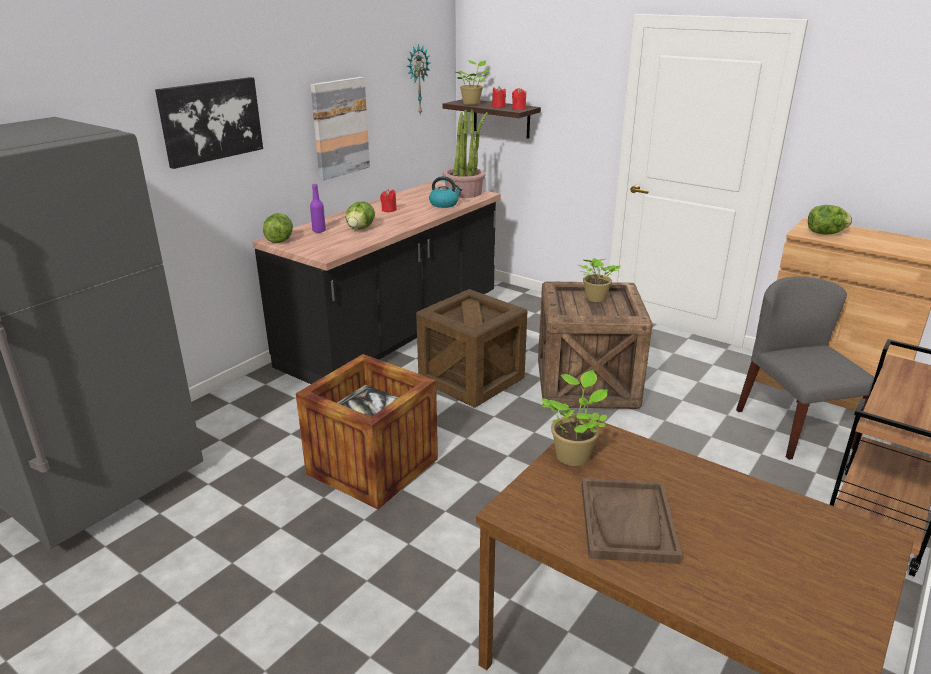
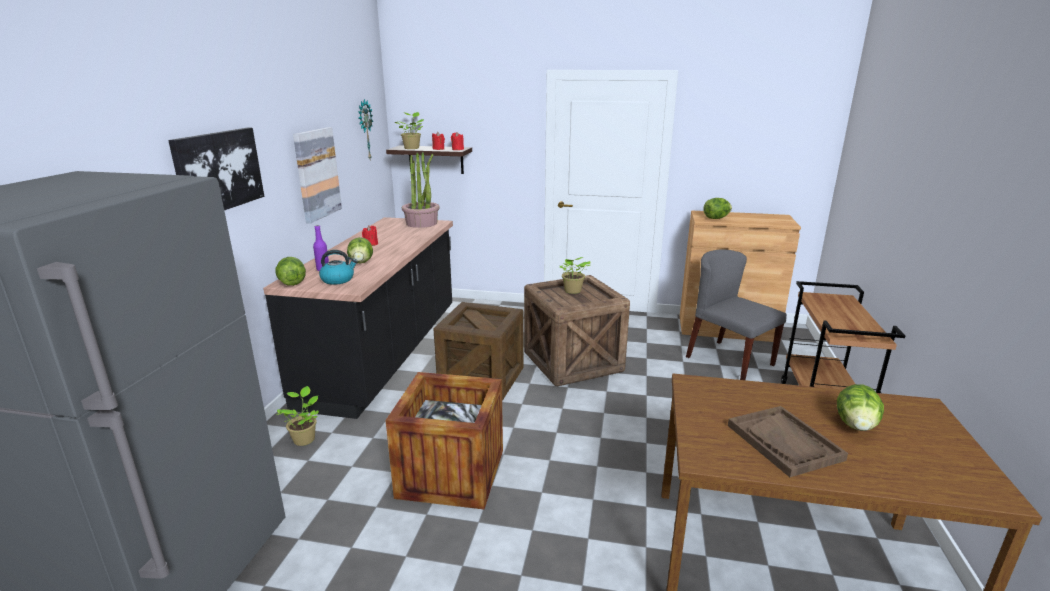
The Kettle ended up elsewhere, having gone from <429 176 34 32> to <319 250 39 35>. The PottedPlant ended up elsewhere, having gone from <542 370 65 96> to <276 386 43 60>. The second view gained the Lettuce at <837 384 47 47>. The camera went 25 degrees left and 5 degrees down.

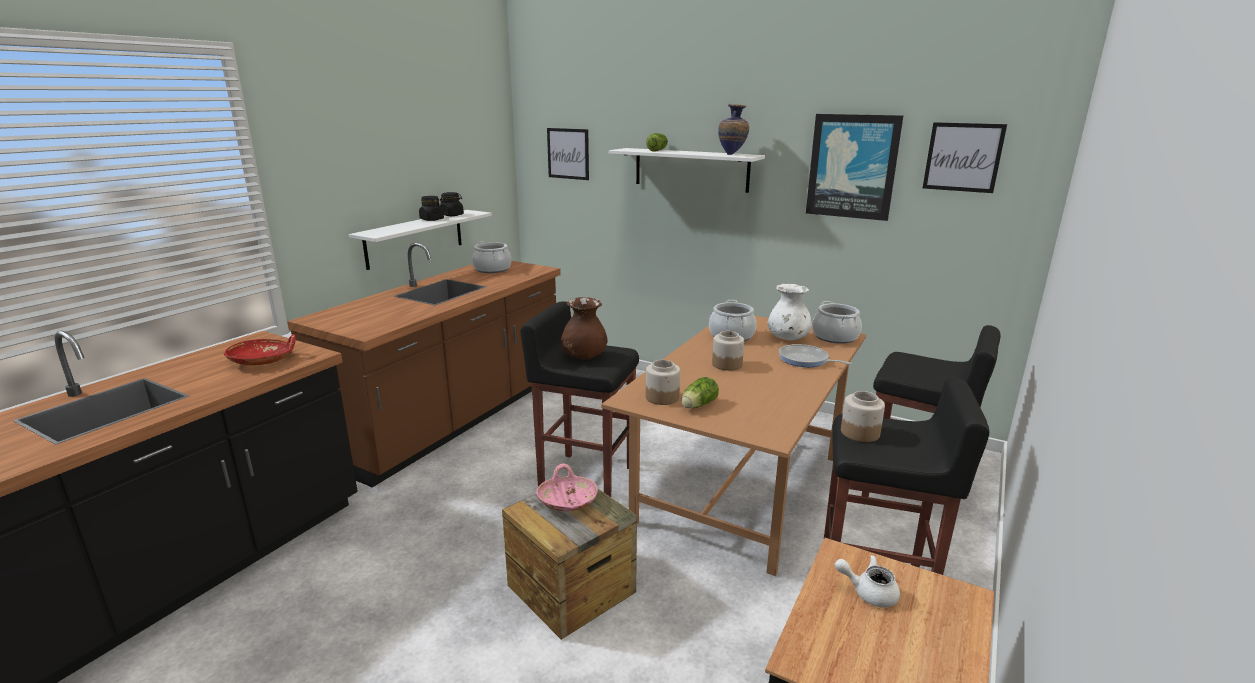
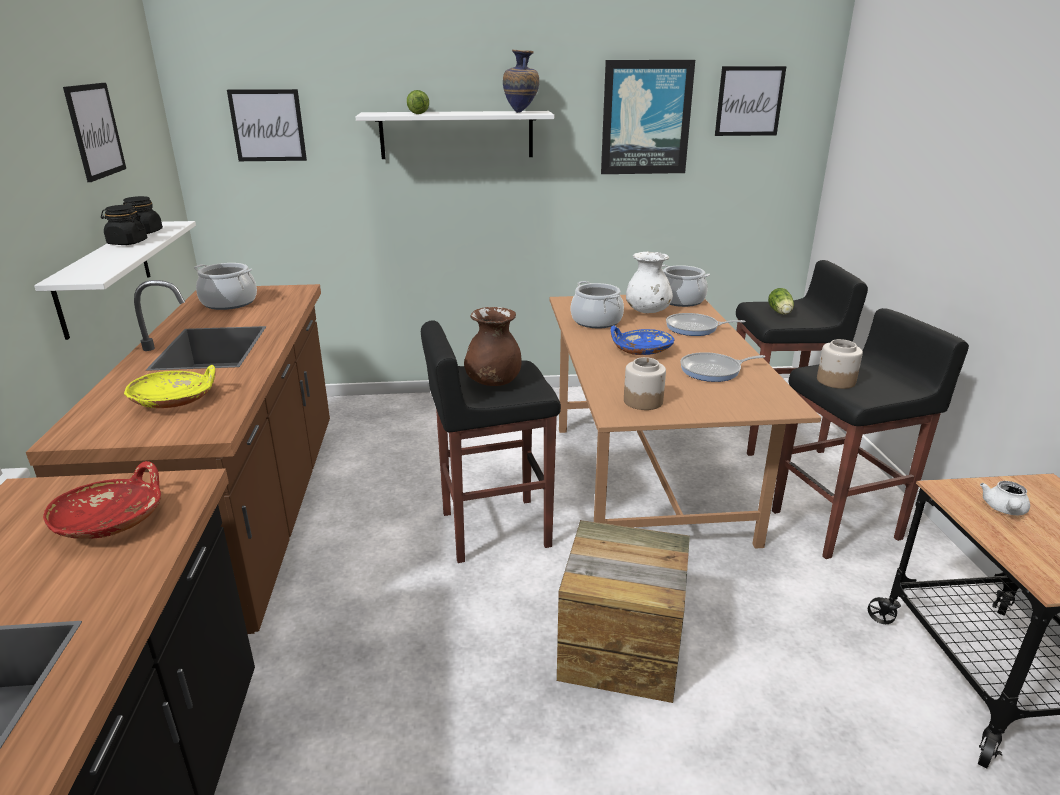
Where the Jar stood at <712 331 32 40>, the BlueBowl came to stand at <611 325 64 30>. The Lettuce ended up elsewhere, having gone from <681 377 38 31> to <768 288 26 26>. The second view lost the PinkBowl at <536 464 62 47>. The WhiteTeapot at <835 555 65 52> ended up facing another way, 45 degrees counterclockwise from before. The second view gained the Picture at <63 83 63 99>. The second view gained the FryingPan at <680 352 85 30>. The second view gained the YellowBowl at <124 365 91 43>. The camera went 35 degrees left and 5 degrees up.

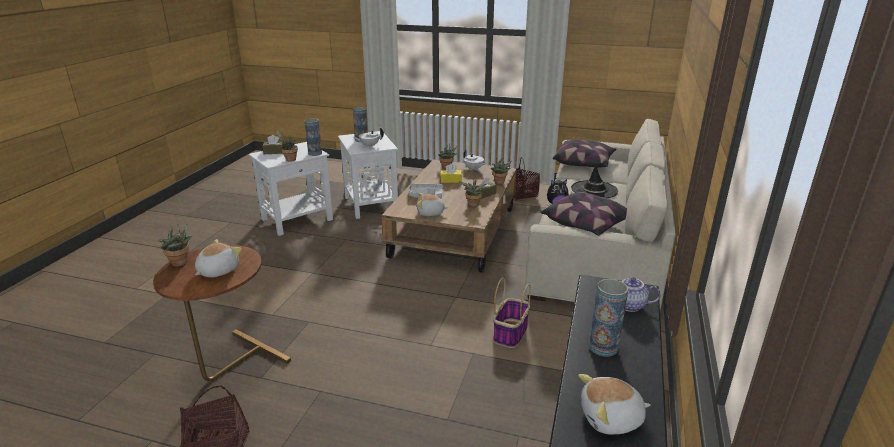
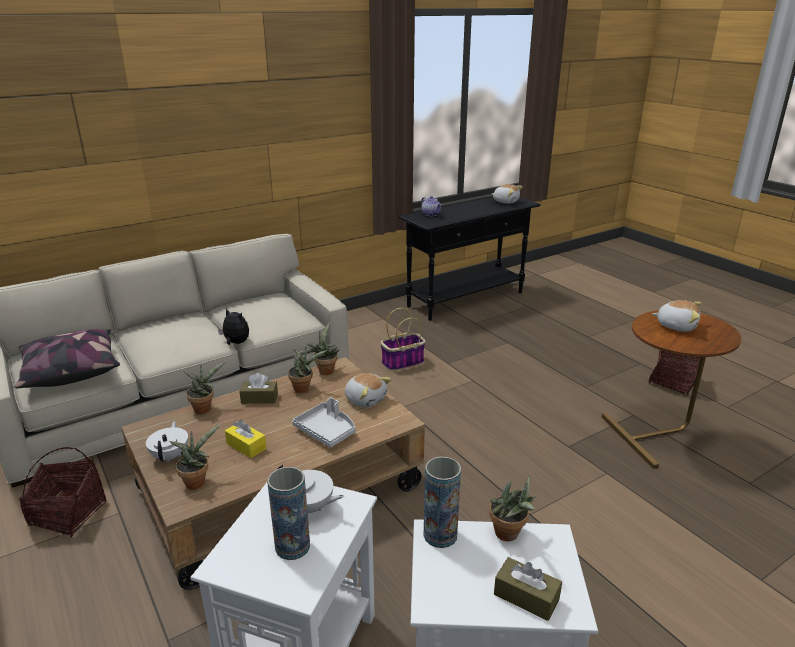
The second view lost the BlackHat at <571 164 47 34>. The second view lost the Pillow at <541 192 86 44>. The PottedPlant ended up elsewhere, having gone from <159 224 34 43> to <307 322 33 53>. The PlushToy at <195 239 47 38> ended up facing another way, 135 degrees counterclockwise from before. The second view lost the Vase at <589 279 39 78>. The camera went 140 degrees left and 0 degrees up.

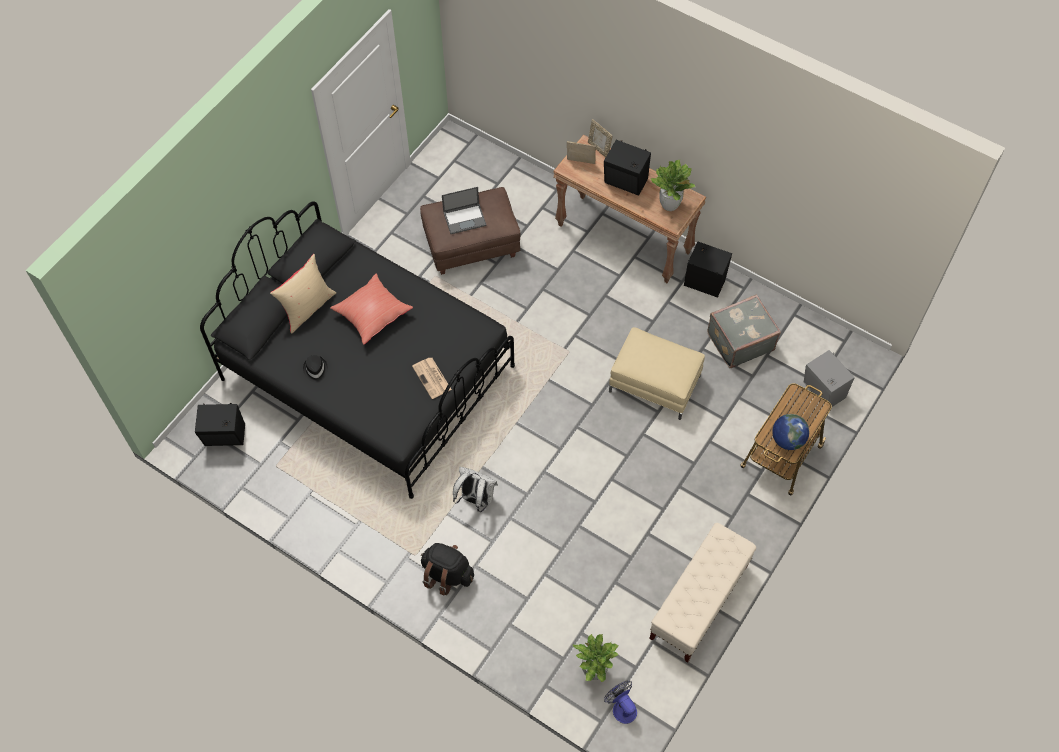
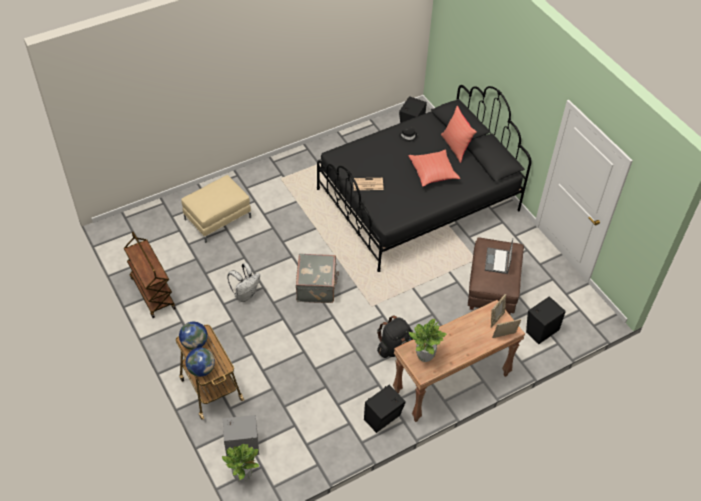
The BlackSpeaker ended up elsewhere, having gone from <604 140 47 56> to <526 296 40 48>. What was the BeigePillow at <270 254 66 80> turned into the RedPillow at <441 106 36 57>. The GreySuitcase ended up elsewhere, having gone from <707 294 74 74> to <296 253 43 50>. The BeigeOttoman ended up elsewhere, having gone from <609 327 96 93> to <181 175 70 68>. The WhiteBackpack ended up elsewhere, having gone from <453 467 45 45> to <227 263 33 39>. Where the BeigeBench stood at <649 523 107 140>, the BrownCart came to stand at <124 231 52 87>. The BlackBackpack ended up elsewhere, having gone from <421 543 53 53> to <377 315 36 43>. The PottedPlant ended up elsewhere, having gone from <572 634 46 49> to <222 444 37 38>. The second view lost the Fan at <604 681 33 43>. The second view gained the Globe at <186 348 29 29>. The camera went 115 degrees right and 10 degrees down.

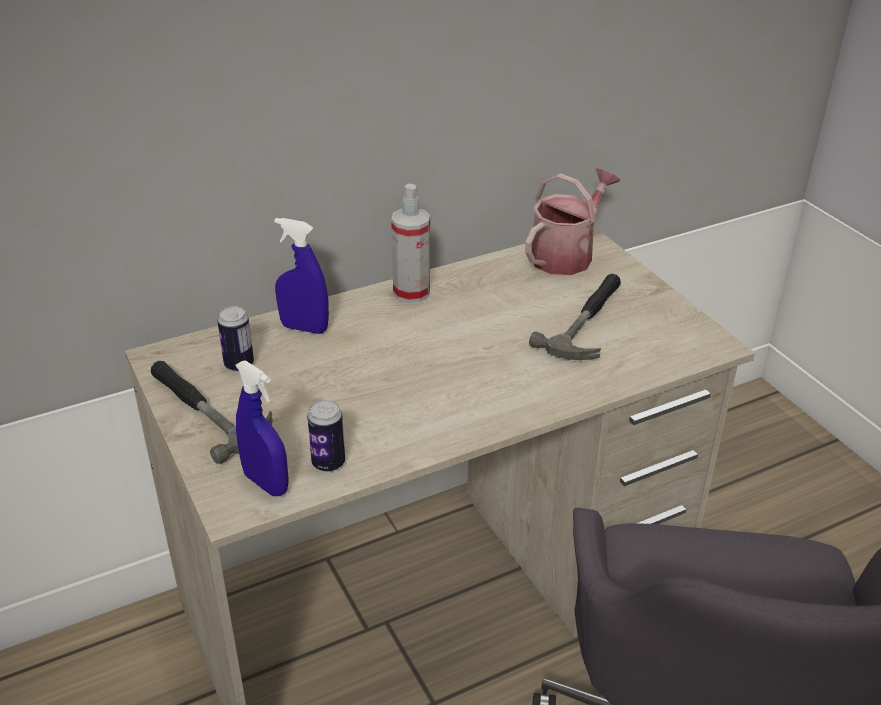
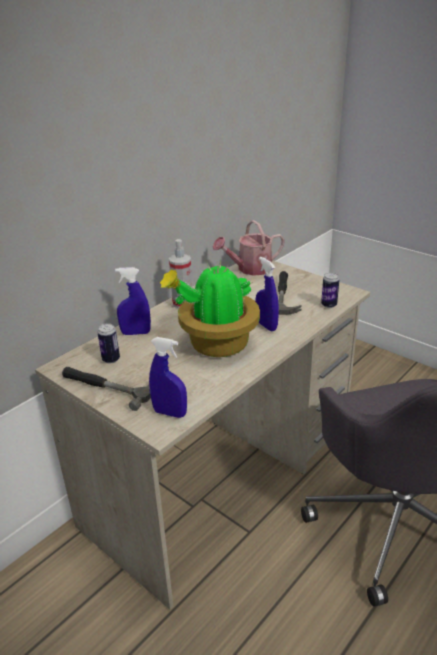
The WateringCan at <525 168 95 107> ended up facing another way, 135 degrees counterclockwise from before. The Can ended up elsewhere, having gone from <307 400 38 72> to <321 272 19 36>. The second view gained the BlueSprayBottle at <255 257 24 74>. The second view gained the PottedPlant at <160 260 100 97>. The camera went 20 degrees left and 5 degrees down.

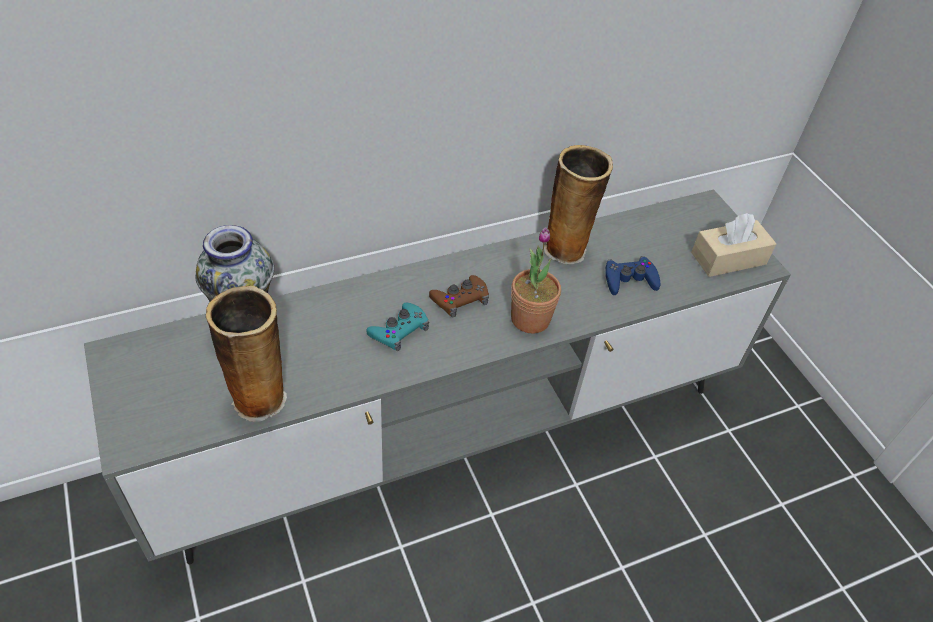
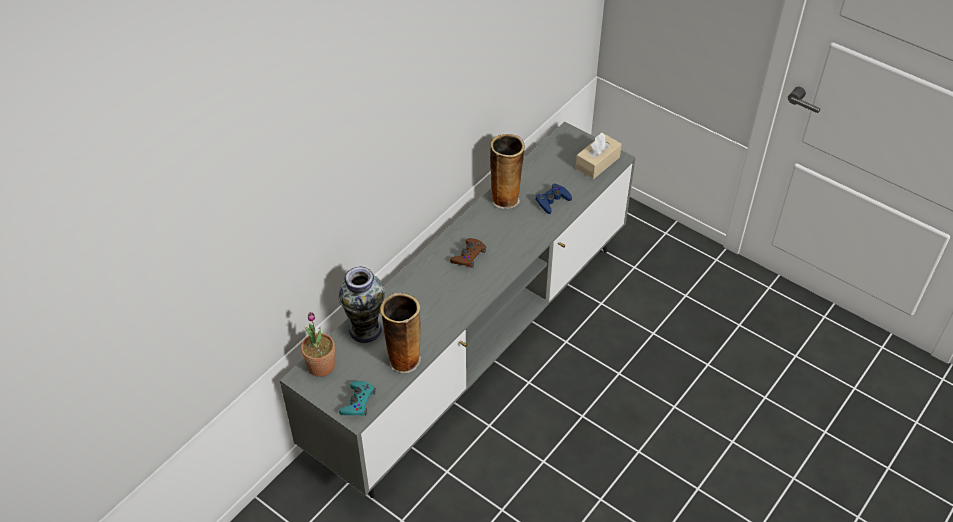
The PottedPlant ended up elsewhere, having gone from <511 227 50 106> to <301 312 34 65>. The TurquoiseGameController ended up elsewhere, having gone from <366 303 63 48> to <339 381 37 35>. The camera went 25 degrees left and 0 degrees up.

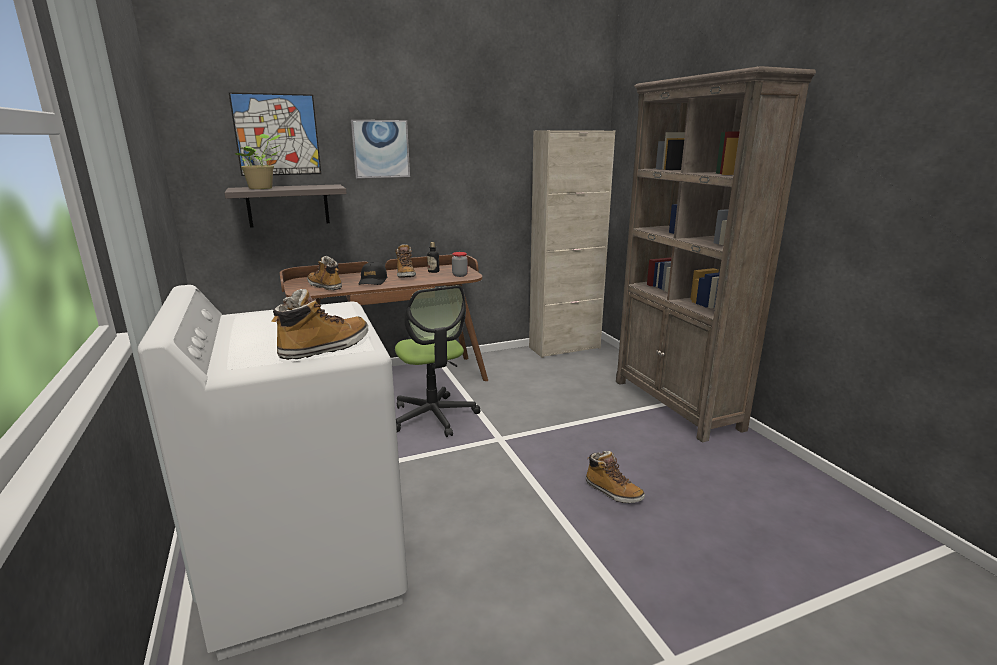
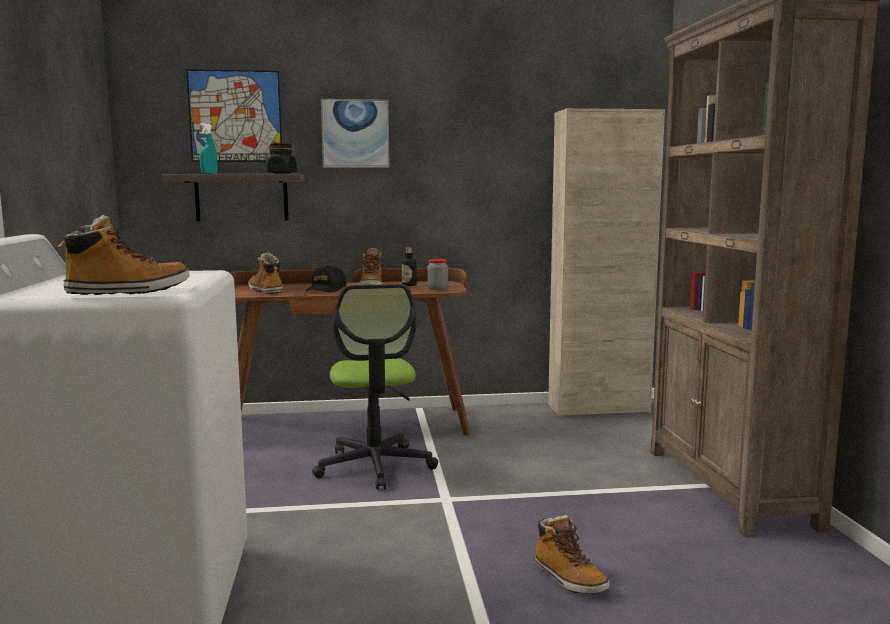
Where the PottedPlant stood at <235 134 45 55>, the TurquoiseSprayBottle came to stand at <200 123 17 51>. The second view gained the BlackJar at <266 143 31 31>. The camera went 15 degrees right and 10 degrees down.

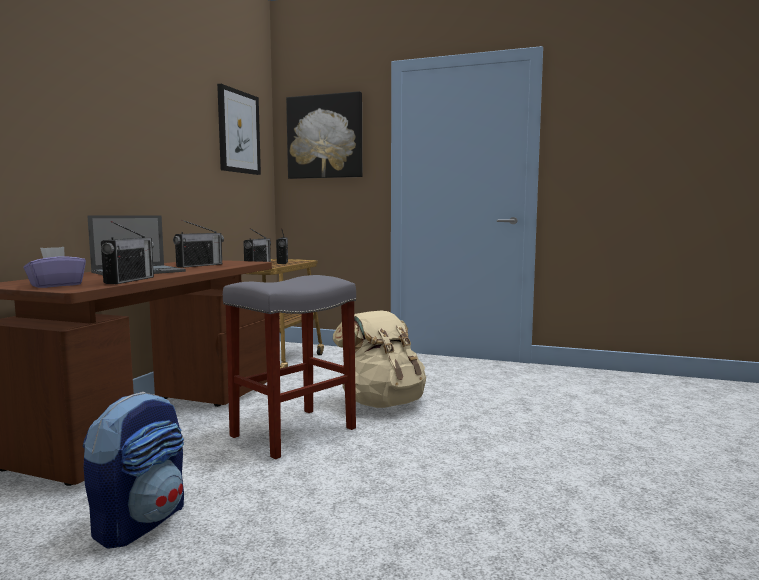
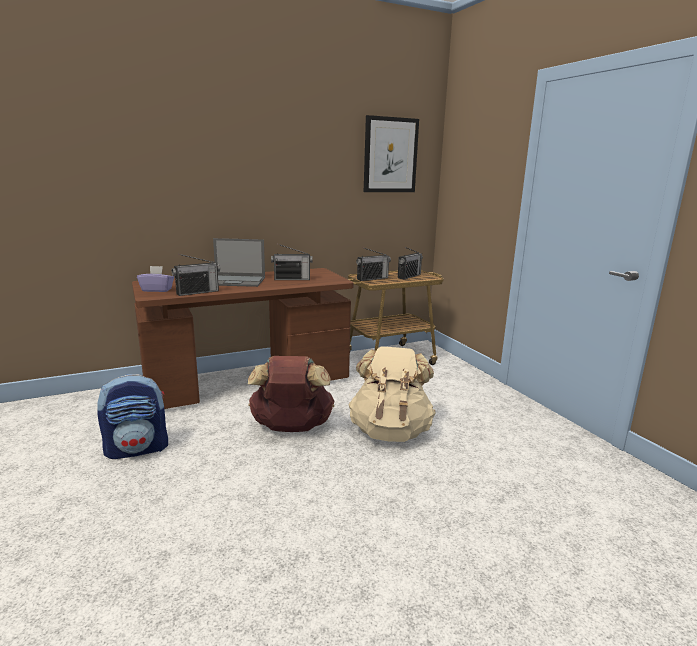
The second view lost the Picture at <286 91 76 88>. Where the GreyStool stood at <223 275 133 184>, the BrownBackpack came to stand at <248 356 87 76>. The camera went 45 degrees right and 10 degrees up.

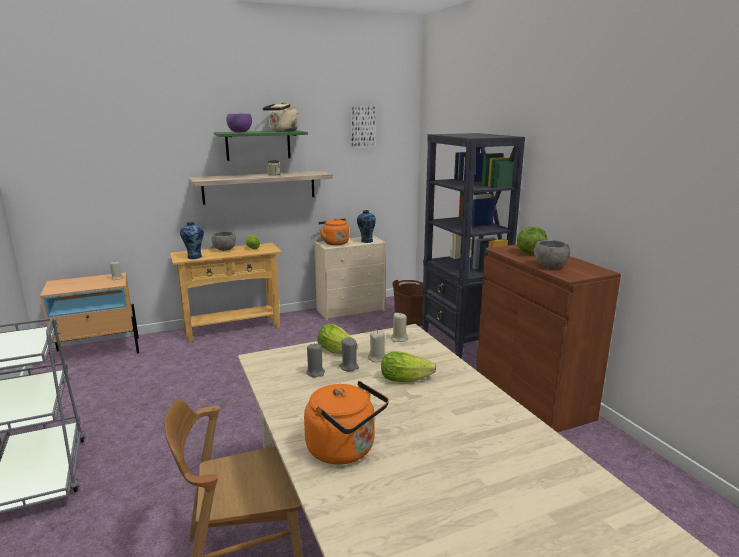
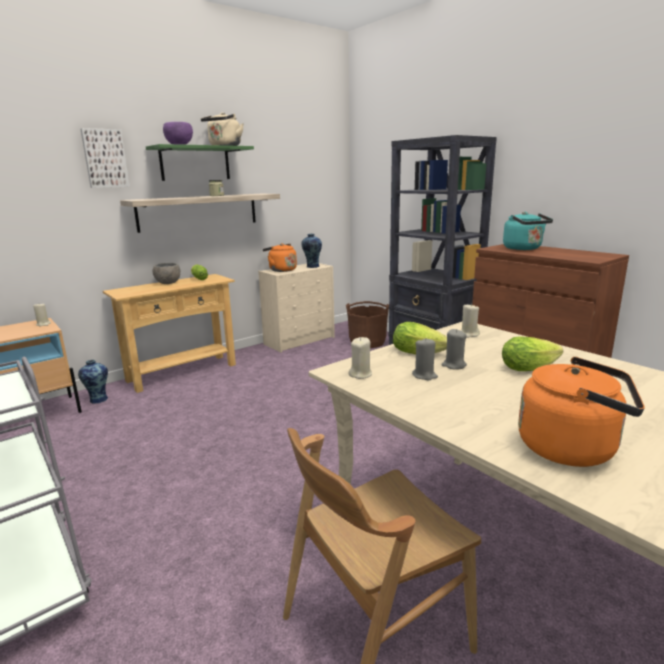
The Picture ended up elsewhere, having gone from <349 105 27 43> to <80 128 50 60>. The Vase ended up elsewhere, having gone from <180 222 24 37> to <78 360 31 44>. Where the Lettuce stood at <517 227 30 27>, the TurquoiseKettle came to stand at <503 212 50 38>. The second view lost the GreyBowl at <534 240 36 28>. The BeigeCandle ended up elsewhere, having gone from <368 330 17 32> to <348 337 24 42>. The camera went 15 degrees left and 0 degrees up.

